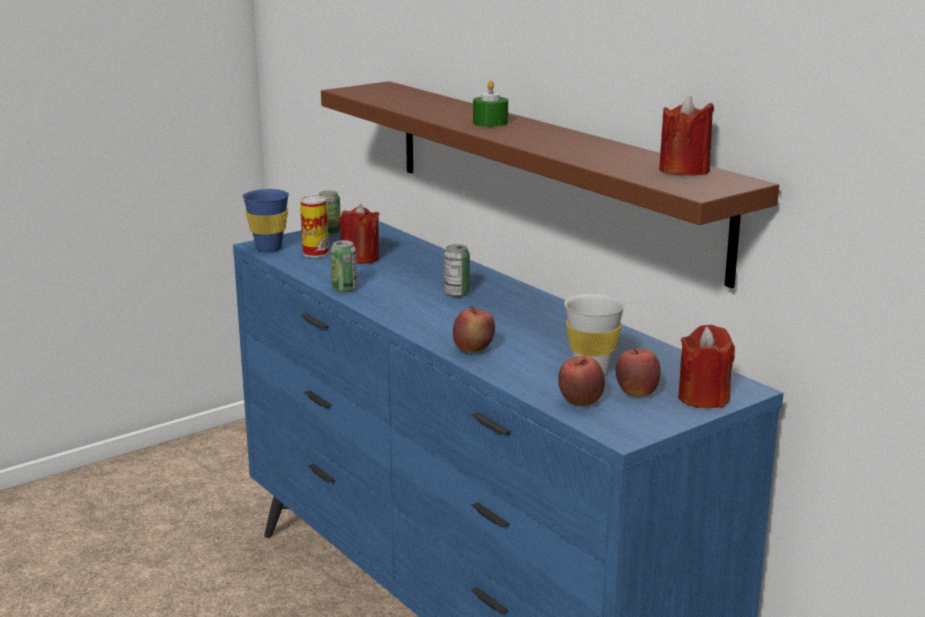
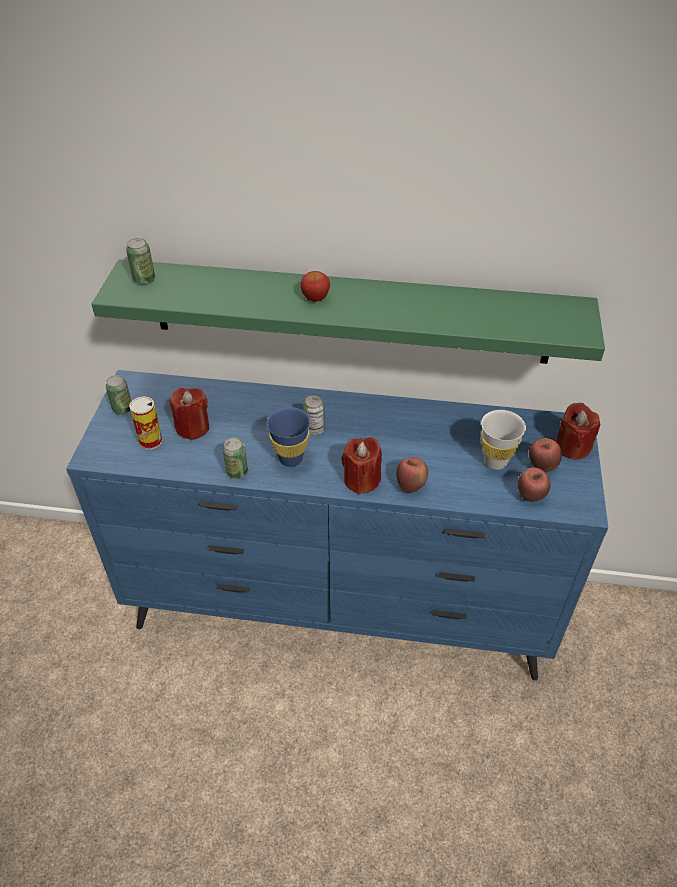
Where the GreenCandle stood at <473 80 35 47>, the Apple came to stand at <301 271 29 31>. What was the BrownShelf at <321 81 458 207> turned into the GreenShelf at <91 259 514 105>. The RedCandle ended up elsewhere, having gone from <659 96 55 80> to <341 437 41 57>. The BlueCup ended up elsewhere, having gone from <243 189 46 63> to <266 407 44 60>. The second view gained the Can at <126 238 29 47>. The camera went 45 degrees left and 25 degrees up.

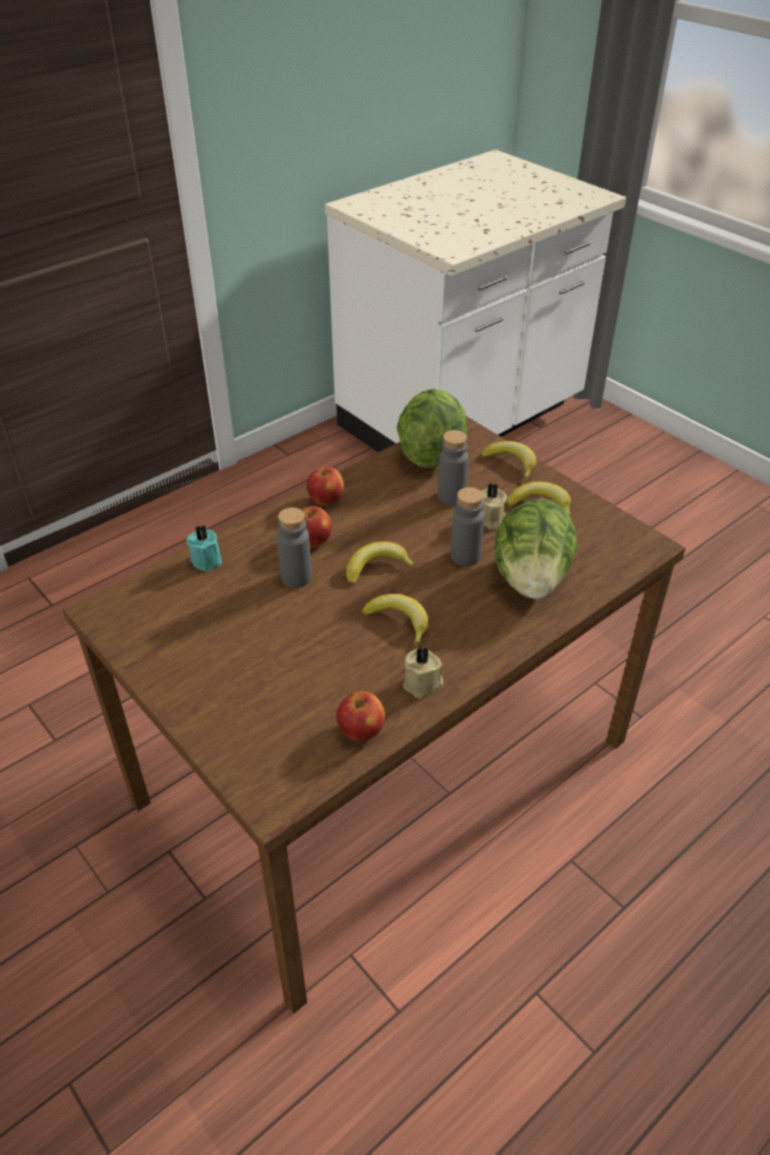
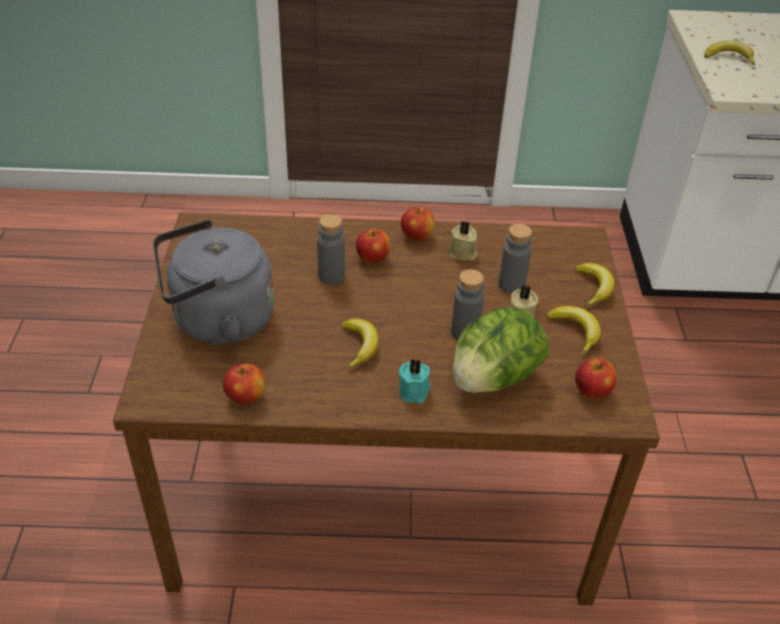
The second view lost the Lettuce at <397 389 70 79>. The TurquoiseCandle ended up elsewhere, having gone from <186 525 36 46> to <399 358 32 45>. The Banana ended up elsewhere, having gone from <346 542 70 43> to <704 40 51 25>. The BeigeCandle ended up elsewhere, having gone from <403 647 40 51> to <448 221 30 40>. The second view gained the GreyKettle at <153 219 121 126>. The second view gained the Apple at <575 358 42 41>. The camera went 40 degrees right and 0 degrees up.

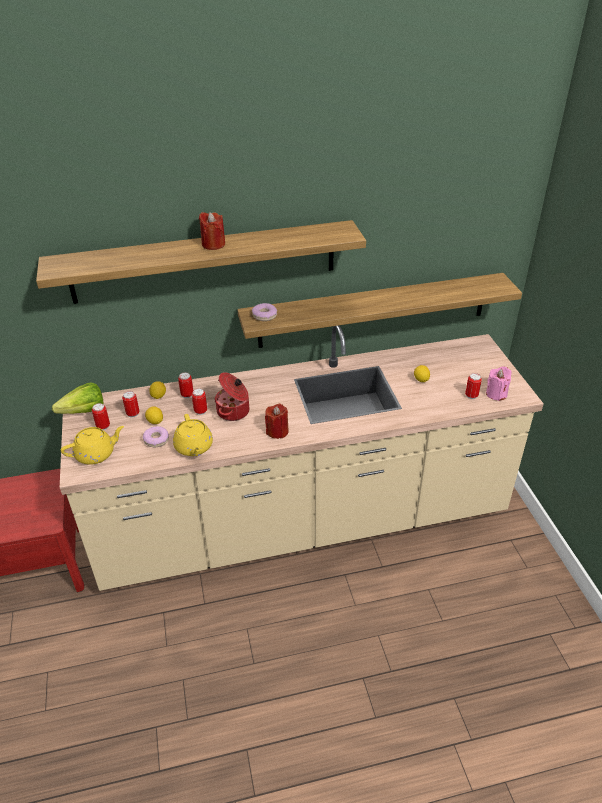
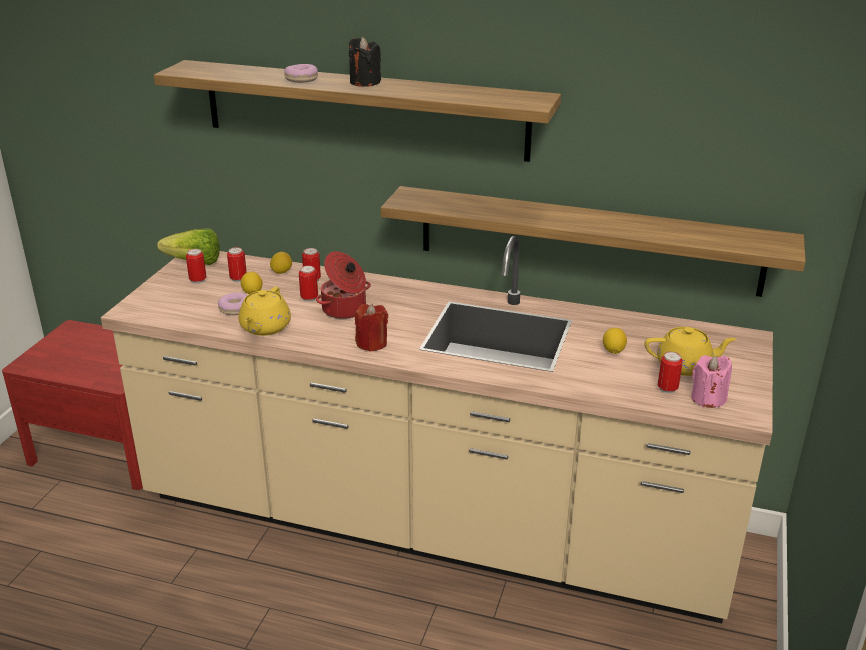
What was the RedCandle at <199 212 26 38> turned into the BlackCandle at <349 37 32 50>. The Donut ended up elsewhere, having gone from <252 303 25 18> to <284 64 34 19>. The YellowTeapot ended up elsewhere, having gone from <61 426 63 39> to <645 327 91 49>. The camera went 30 degrees right and 10 degrees down.

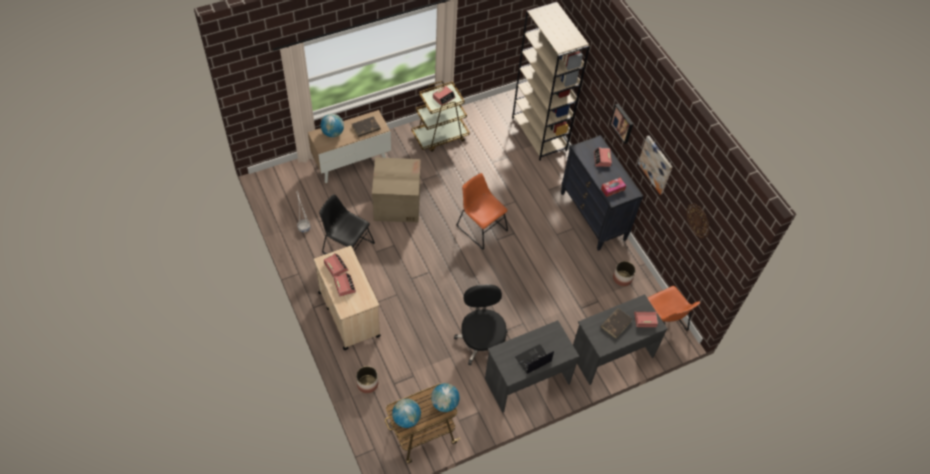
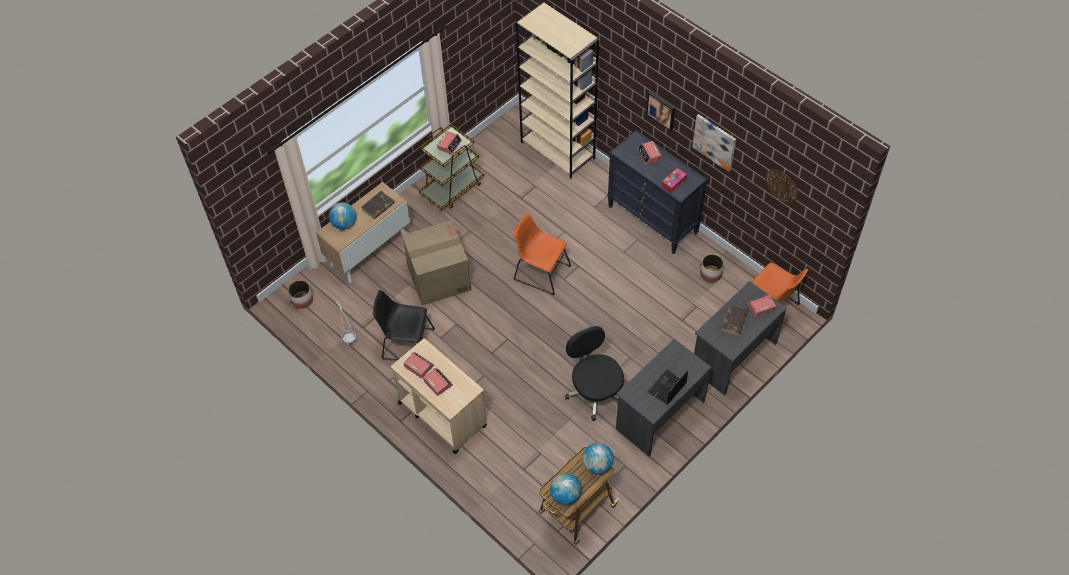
The Planter ended up elsewhere, having gone from <356 366 22 27> to <288 280 25 29>. The camera went 15 degrees left and 0 degrees up.

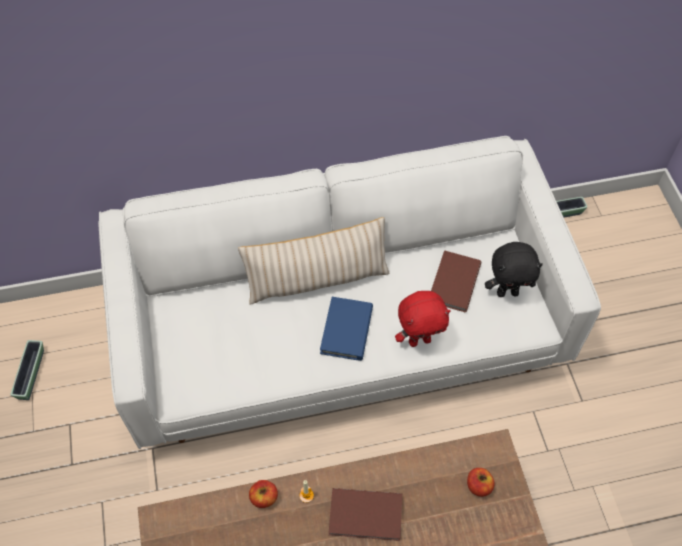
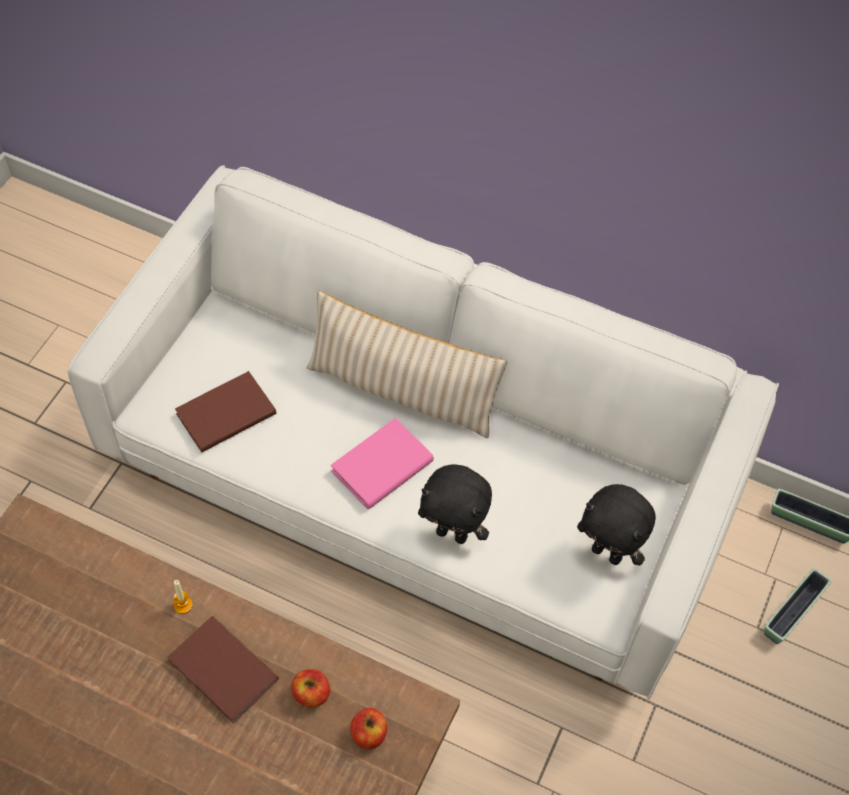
The BrownBook ended up elsewhere, having gone from <431 250 50 62> to <175 371 101 81>. What was the RedPlushToy at <395 291 56 56> turned into the BlackPlushToy at <418 464 74 80>. What was the BlueBook at <320 297 53 64> turned into the PinkBook at <331 418 103 91>. The Planter ended up elsewhere, having gone from <10 340 34 60> to <764 568 68 76>. The Apple ended up elsewhere, having gone from <249 480 29 28> to <291 669 39 38>. The camera went 35 degrees right and 0 degrees up.

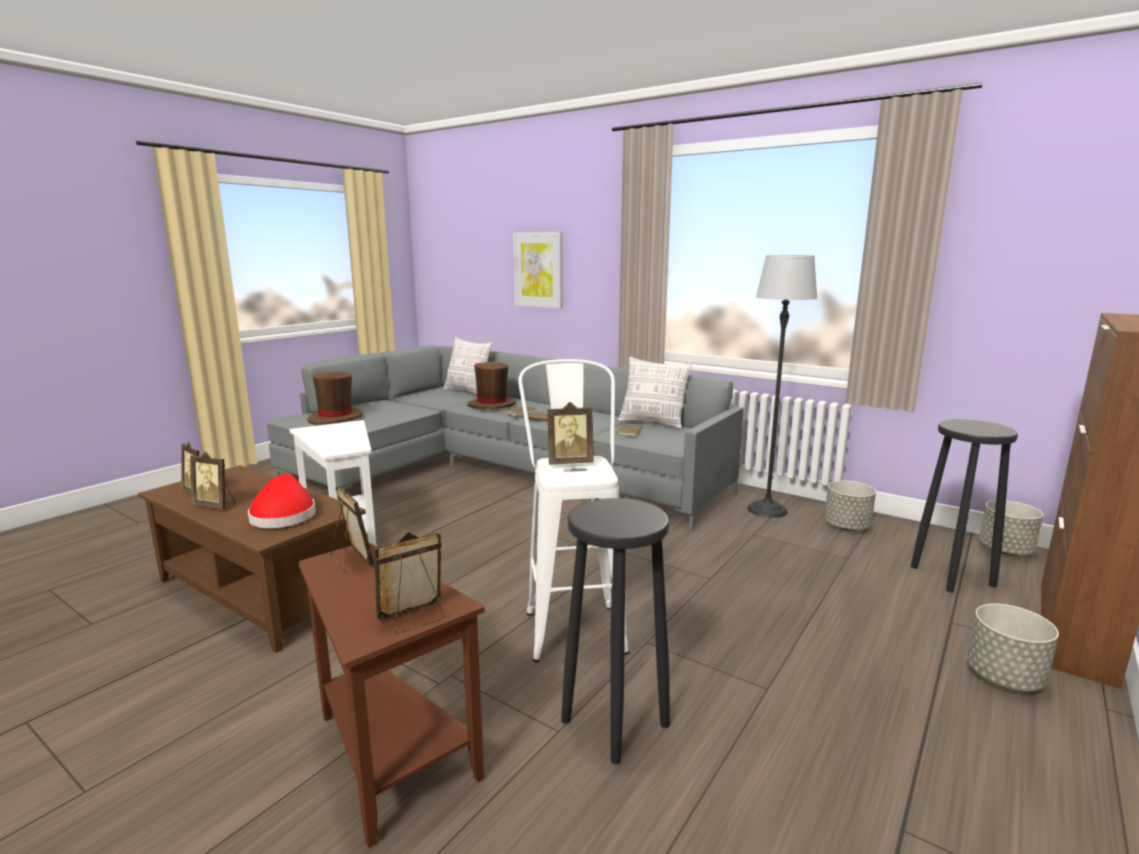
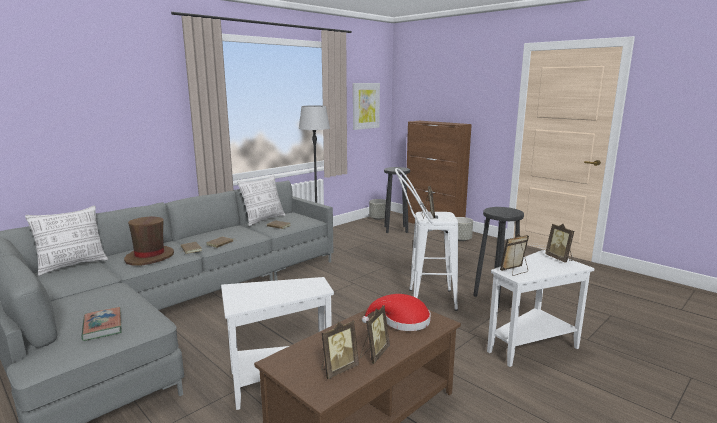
The Picture ended up elsewhere, having gone from <513 232 50 76> to <353 83 27 47>. Where the BrownHat stood at <307 372 56 53>, the Book came to stand at <81 307 41 34>. The second view lost the GreyPlanter at <824 480 52 51>. What was the BrownSideTable at <299 543 185 305> turned into the WhiteSideTable at <487 250 108 117>. The camera went 80 degrees left and 0 degrees up.

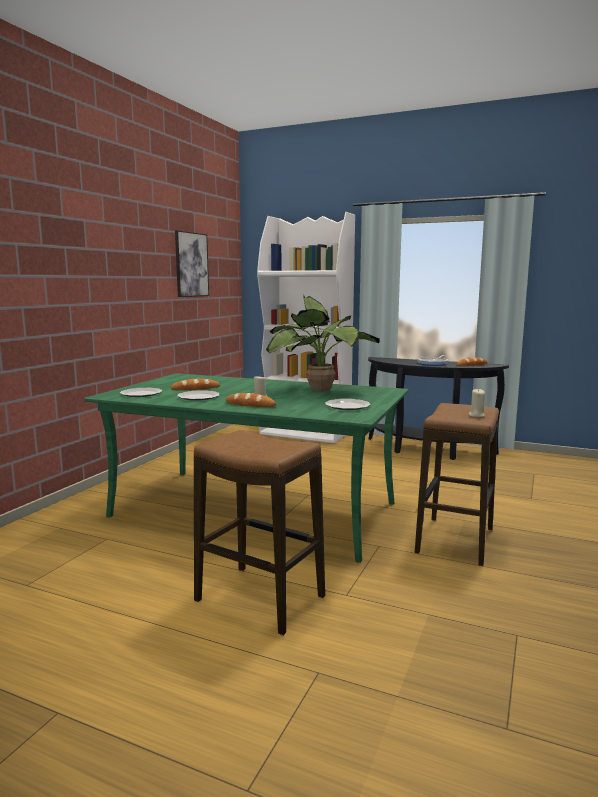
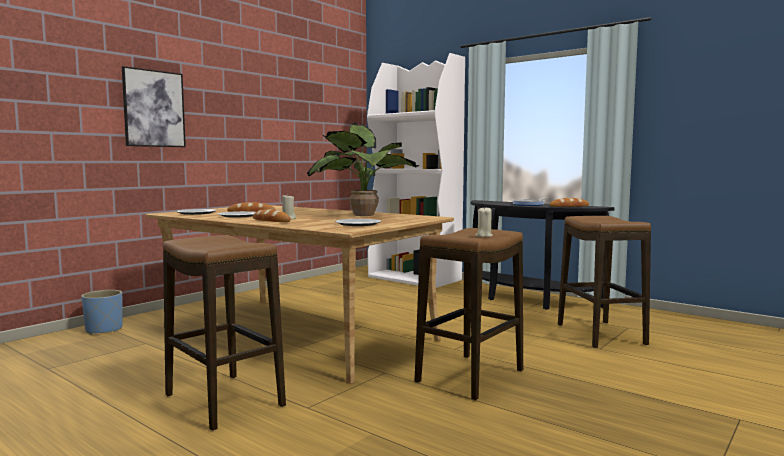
The Picture ended up elsewhere, having gone from <175 230 34 67> to <122 66 64 81>. What was the GreenDiningTable at <84 373 325 190> turned into the BeigeDiningTable at <146 205 308 179>. The second view gained the Stool at <558 216 93 132>. The second view gained the BluePlanter at <81 290 42 45>. The camera went 15 degrees right and 5 degrees down.

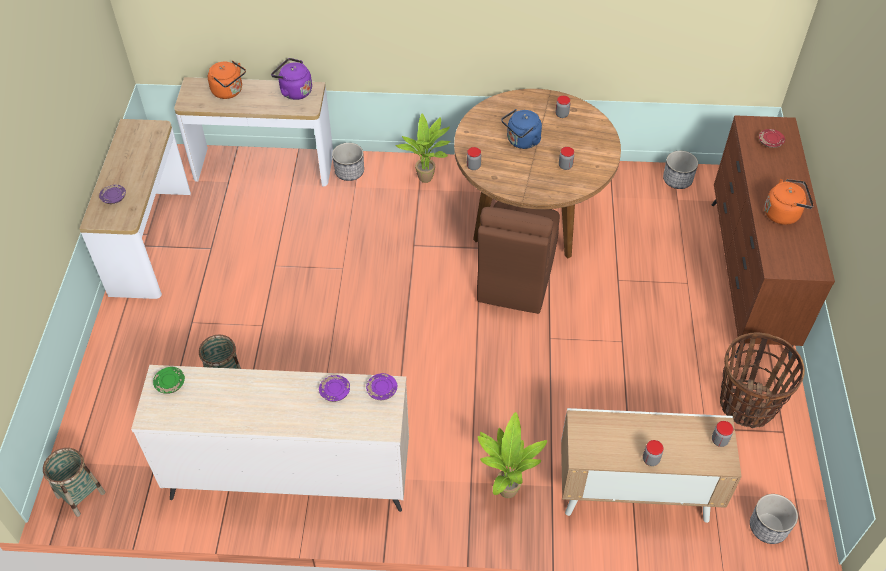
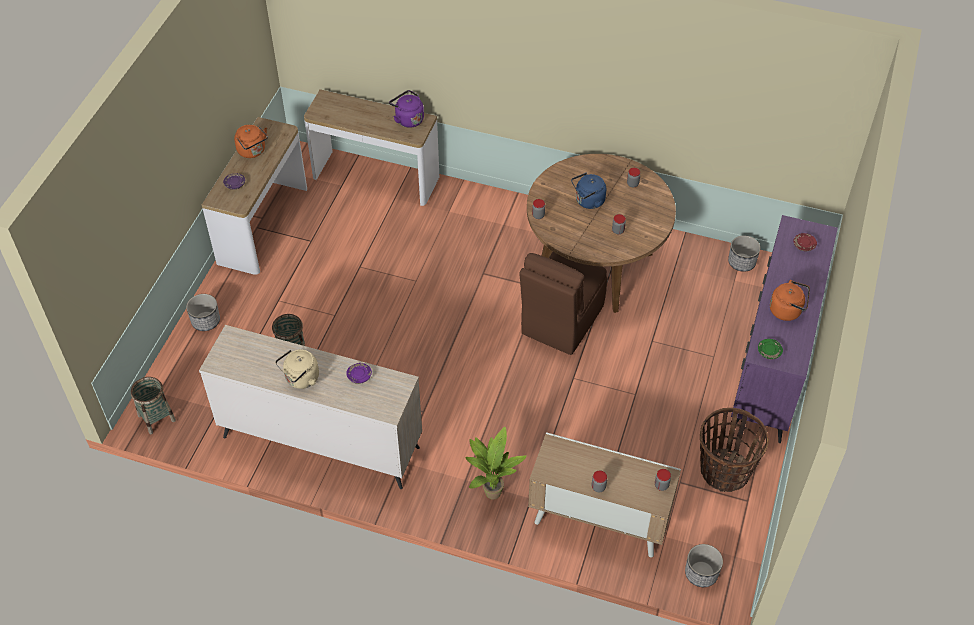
The OrangeKettle ended up elsewhere, having gone from <208 61 38 38> to <234 125 34 33>. The second view lost the PottedPlant at <395 114 56 69>. What was the BrownDresser at <712 115 123 245> turned into the PurpleDresser at <731 215 107 228>. The Planter ended up elsewhere, having gone from <332 143 32 38> to <186 294 34 37>. The GreenPlate ended up elsewhere, having gone from <153 367 32 27> to <758 339 25 20>. The second view lost the PurplePlate at <366 373 31 27>. The second view gained the BeigeKettle at <275 349 44 40>. The camera went 15 degrees right and 0 degrees up.

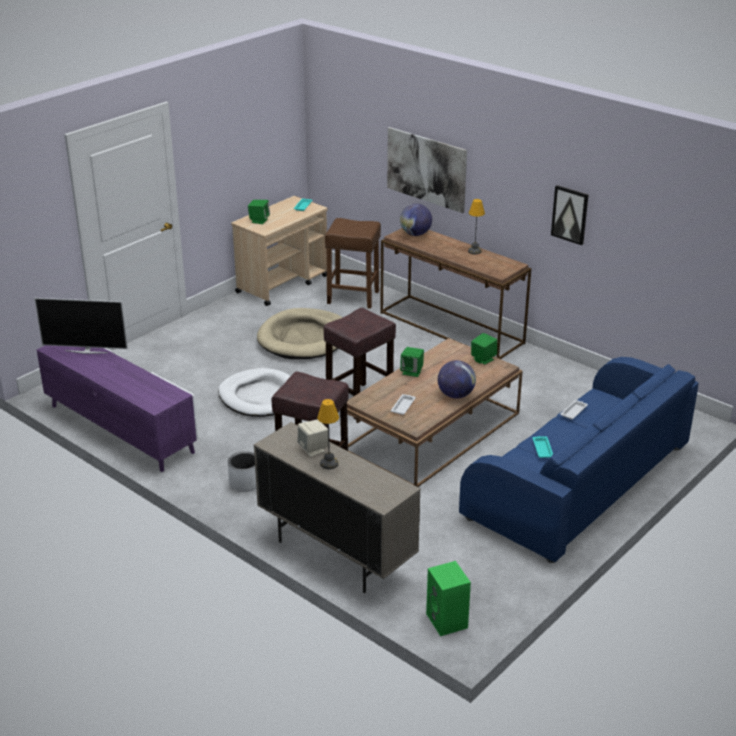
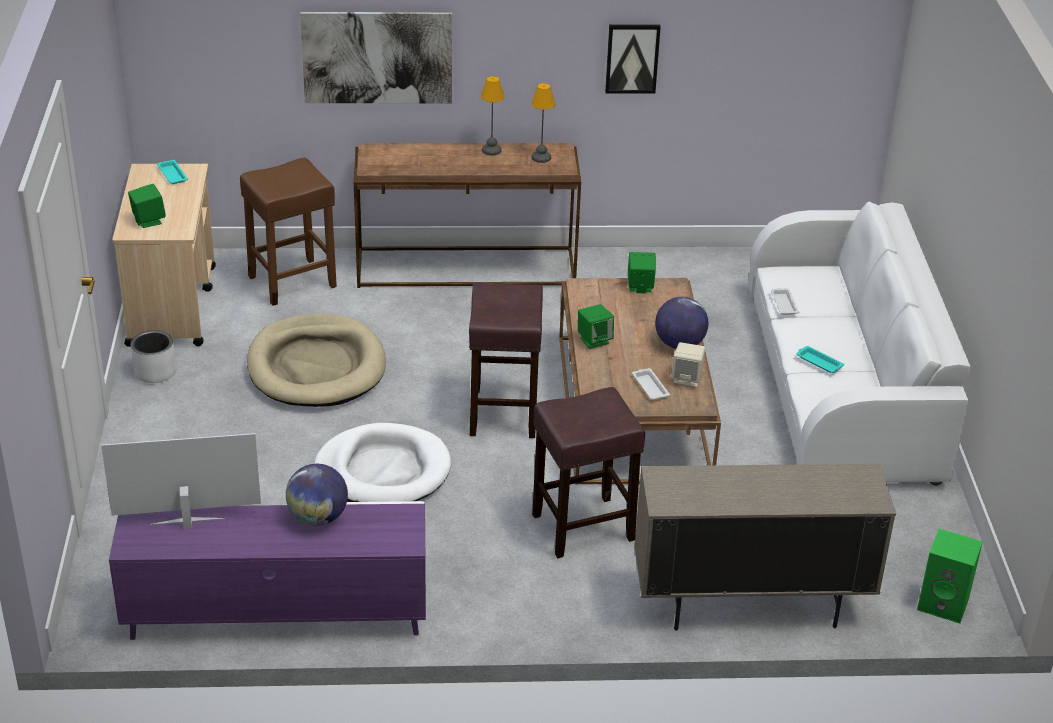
The Globe ended up elsewhere, having gone from <400 204 32 32> to <286 464 62 62>. The Television at <34 298 94 56> ended up facing another way, 150 degrees counterclockwise from before. What was the BlueSofa at <459 357 239 206> turned into the WhiteSofa at <748 201 222 285>. The TableLamp ended up elsewhere, having gone from <317 399 22 70> to <531 83 24 80>. The BeigeSpeaker ended up elsewhere, having gone from <297 419 31 38> to <671 342 34 45>. The WhitePlanter ended up elsewhere, having gone from <228 451 28 41> to <131 330 45 53>. The camera went 45 degrees left and 5 degrees up.

